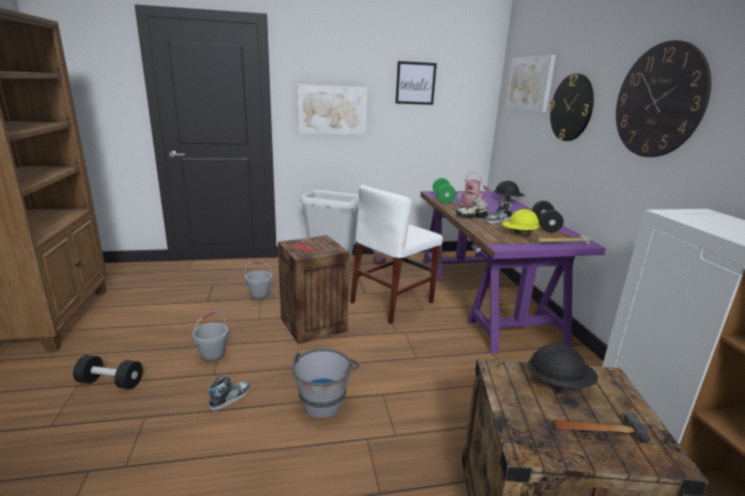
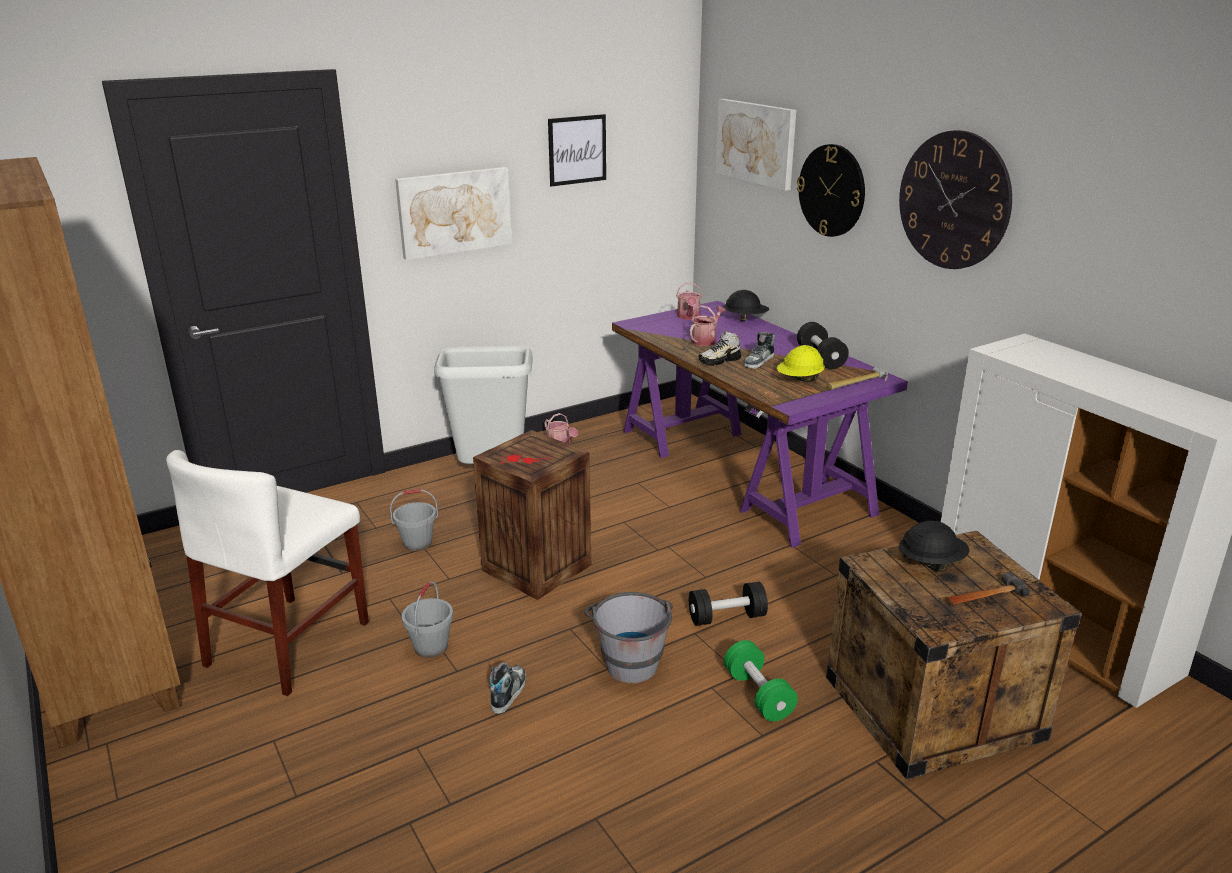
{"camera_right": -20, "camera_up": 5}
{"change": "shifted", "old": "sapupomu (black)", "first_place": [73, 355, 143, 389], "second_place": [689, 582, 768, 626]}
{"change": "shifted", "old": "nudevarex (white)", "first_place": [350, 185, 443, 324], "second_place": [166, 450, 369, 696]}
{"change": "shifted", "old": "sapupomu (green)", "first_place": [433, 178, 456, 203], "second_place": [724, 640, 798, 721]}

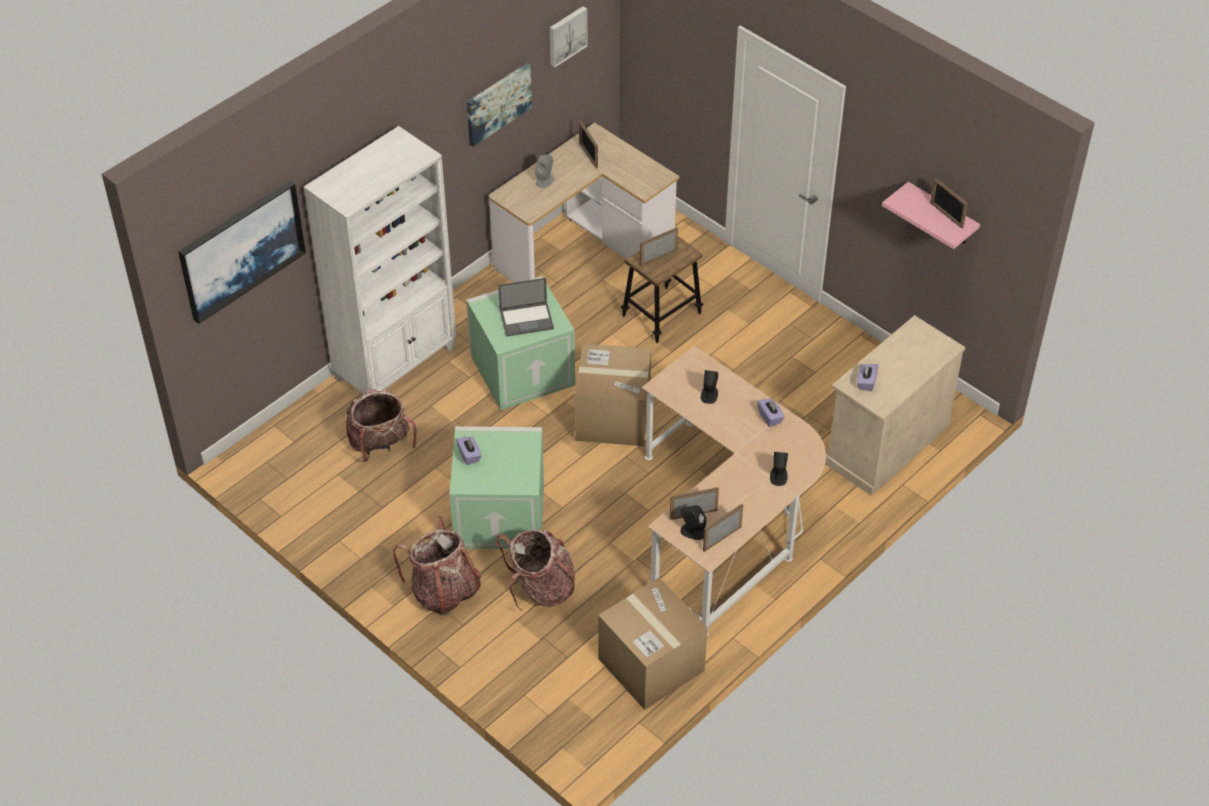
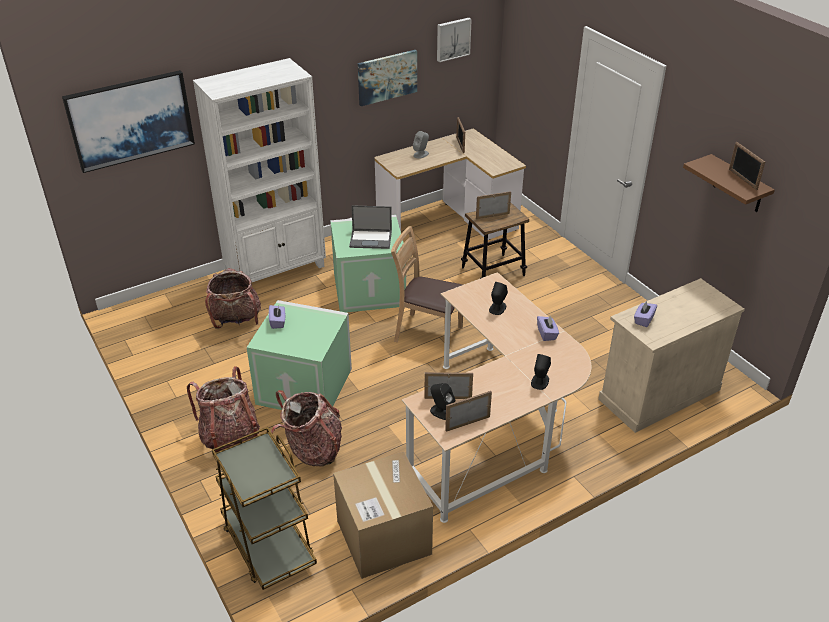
{"camera_right": 15, "camera_up": -10}
{"change": "new", "new": "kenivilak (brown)", "second_place": [212, 427, 317, 590]}
{"change": "swapped", "old": "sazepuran", "new": "nudevarex (brown)", "first_place": [575, 344, 651, 446], "second_place": [391, 226, 463, 352]}
{"change": "repainted", "old": "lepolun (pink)", "new": "lepolun (brown)", "first_place": [882, 182, 980, 249], "second_place": [683, 154, 775, 212]}

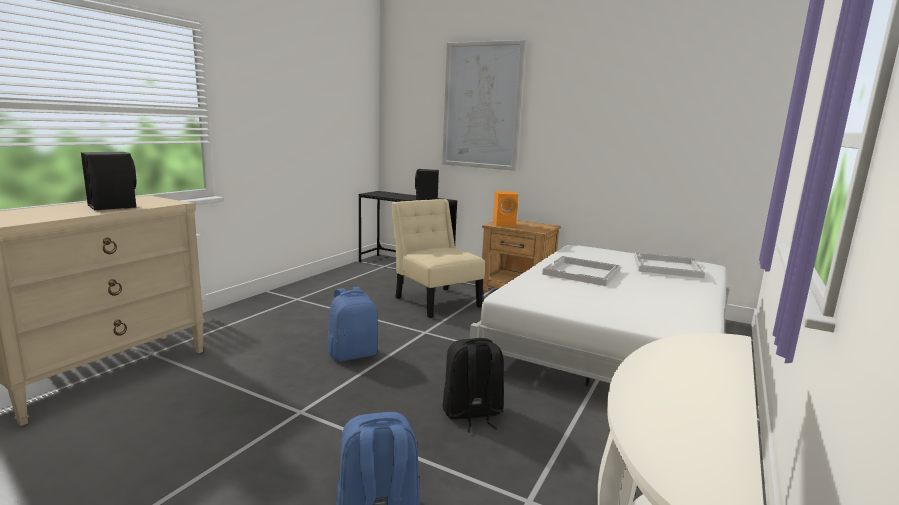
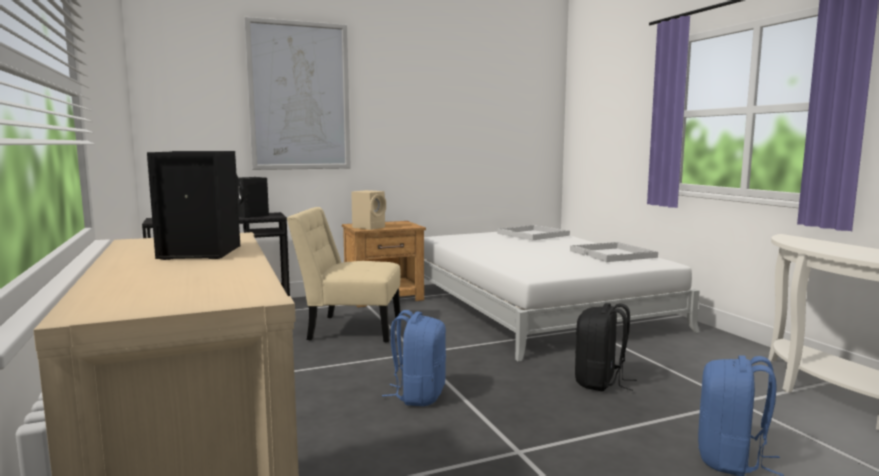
{"camera_right": -50, "camera_up": -5}
{"change": "shifted", "old": "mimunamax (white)", "first_place": [542, 256, 621, 286], "second_place": [570, 242, 658, 262]}
{"change": "repainted", "old": "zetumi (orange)", "new": "zetumi (beige)", "first_place": [493, 191, 518, 227], "second_place": [351, 190, 386, 230]}

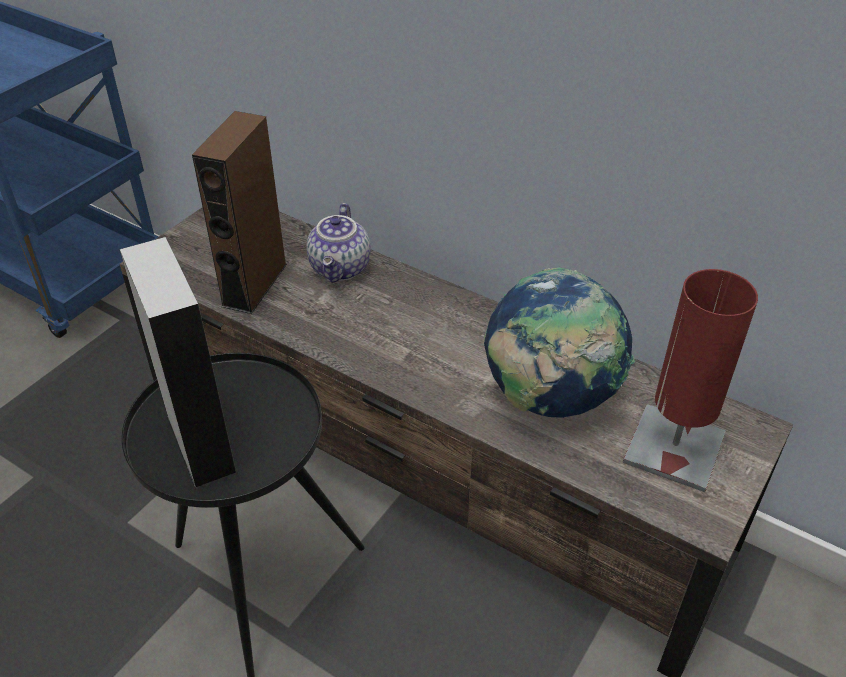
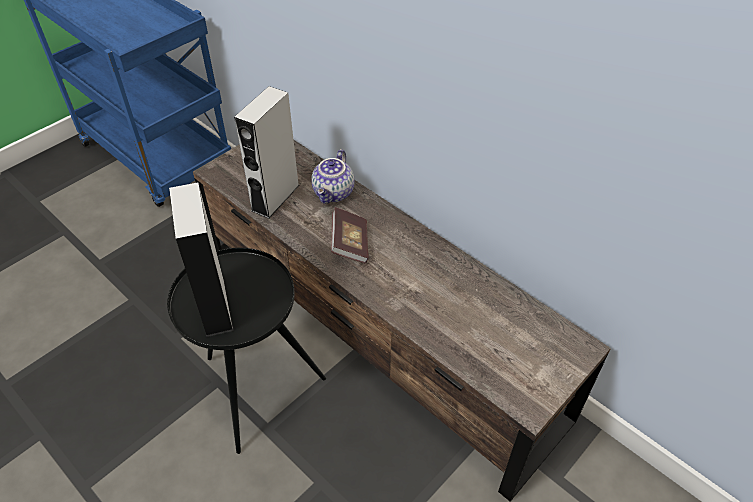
{"camera_right": 10, "camera_up": 5}
{"change": "gone", "old": "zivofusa", "first_place": [484, 267, 635, 418]}
{"change": "gone", "old": "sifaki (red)", "first_place": [623, 269, 758, 492]}
{"change": "new", "new": "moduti", "second_place": [331, 207, 369, 263]}
{"change": "repainted", "old": "zetumi (brown)", "new": "zetumi (grey)", "first_place": [192, 111, 287, 314], "second_place": [234, 86, 300, 219]}

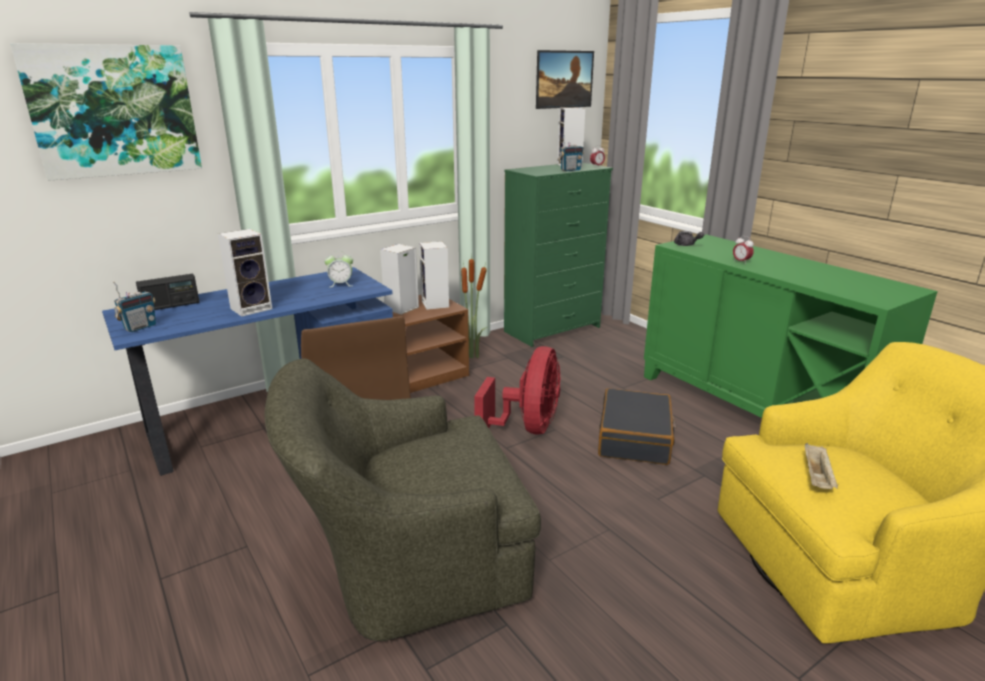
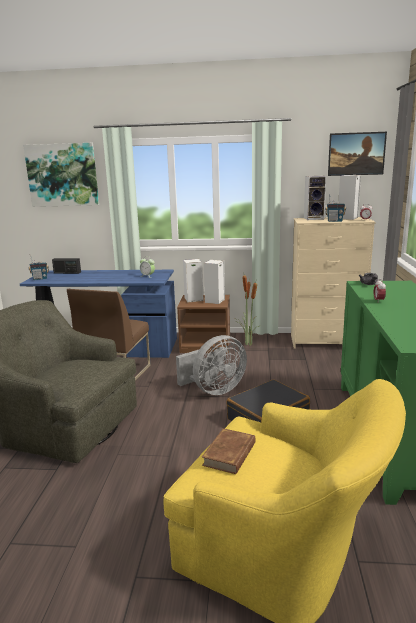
{"camera_right": 40, "camera_up": -5}
{"change": "shifted", "old": "zetumi", "first_place": [218, 229, 272, 317], "second_place": [304, 176, 326, 220]}
{"change": "swapped", "old": "mimunamax (beige)", "new": "moduti (brown)", "first_place": [805, 443, 838, 489], "second_place": [202, 428, 256, 474]}
{"change": "repainted", "old": "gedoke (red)", "new": "gedoke (grey)", "first_place": [474, 346, 560, 434], "second_place": [176, 335, 247, 395]}
{"change": "repainted", "old": "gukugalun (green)", "new": "gukugalun (beige)", "first_place": [504, 163, 613, 347], "second_place": [291, 217, 376, 349]}

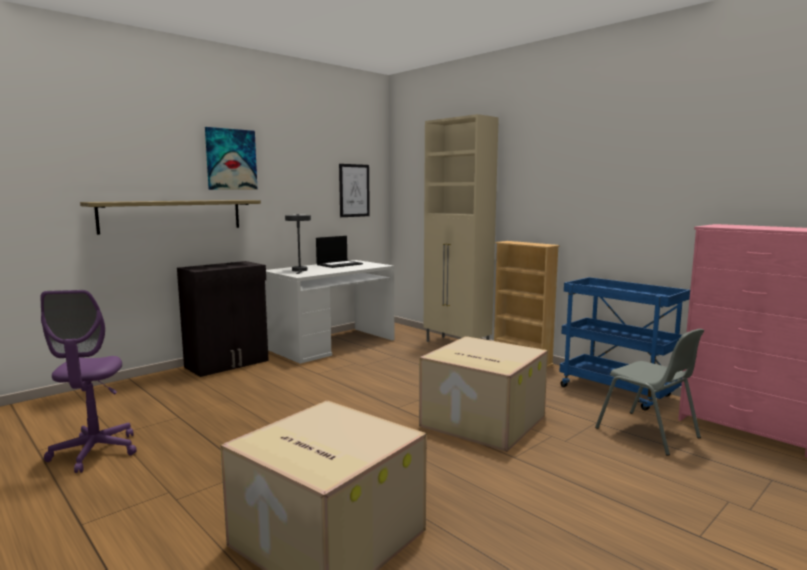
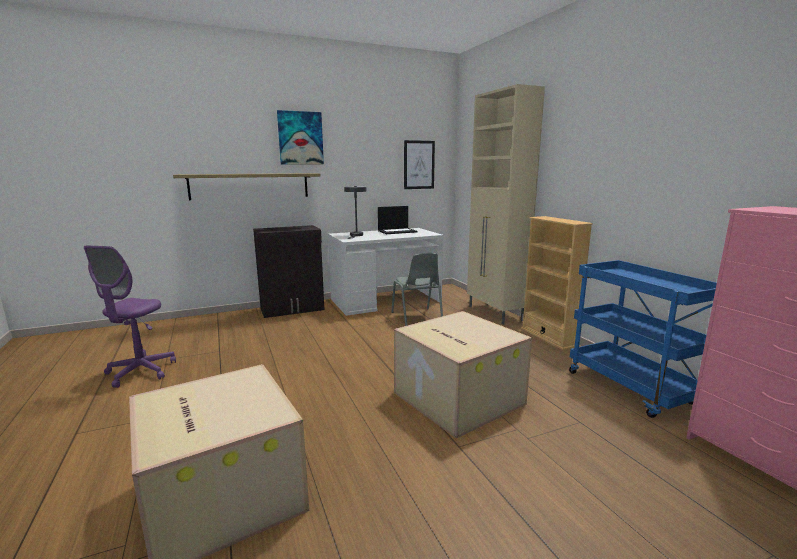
{"camera_right": 20, "camera_up": 5}
{"change": "shifted", "old": "nudevarex (grey)", "first_place": [595, 329, 704, 456], "second_place": [391, 253, 443, 326]}

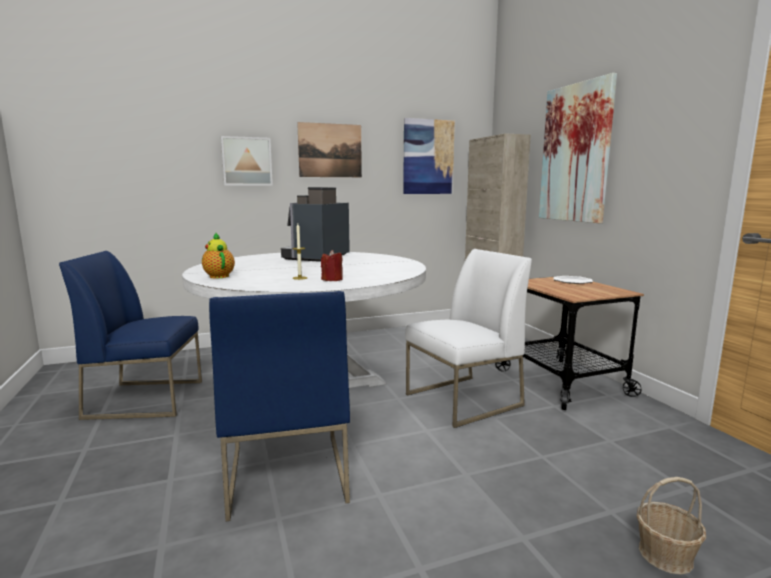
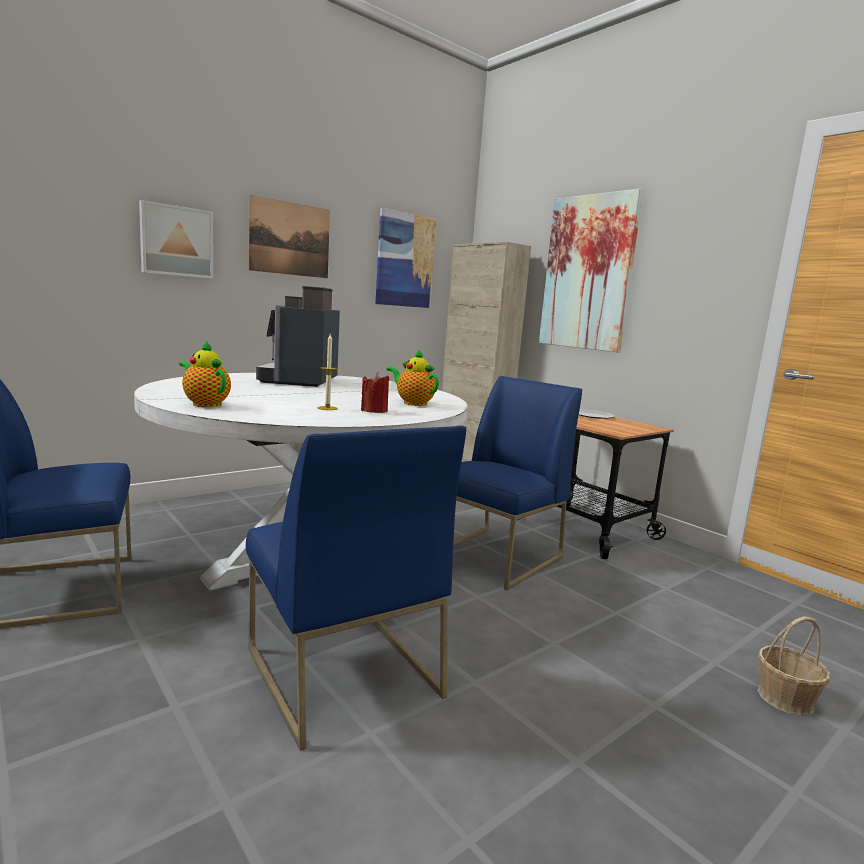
{"camera_right": -20, "camera_up": 0}
{"change": "new", "new": "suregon", "second_place": [387, 349, 439, 406]}
{"change": "repainted", "old": "nudevarex (white)", "new": "nudevarex (blue)", "first_place": [405, 249, 532, 428], "second_place": [453, 376, 582, 590]}

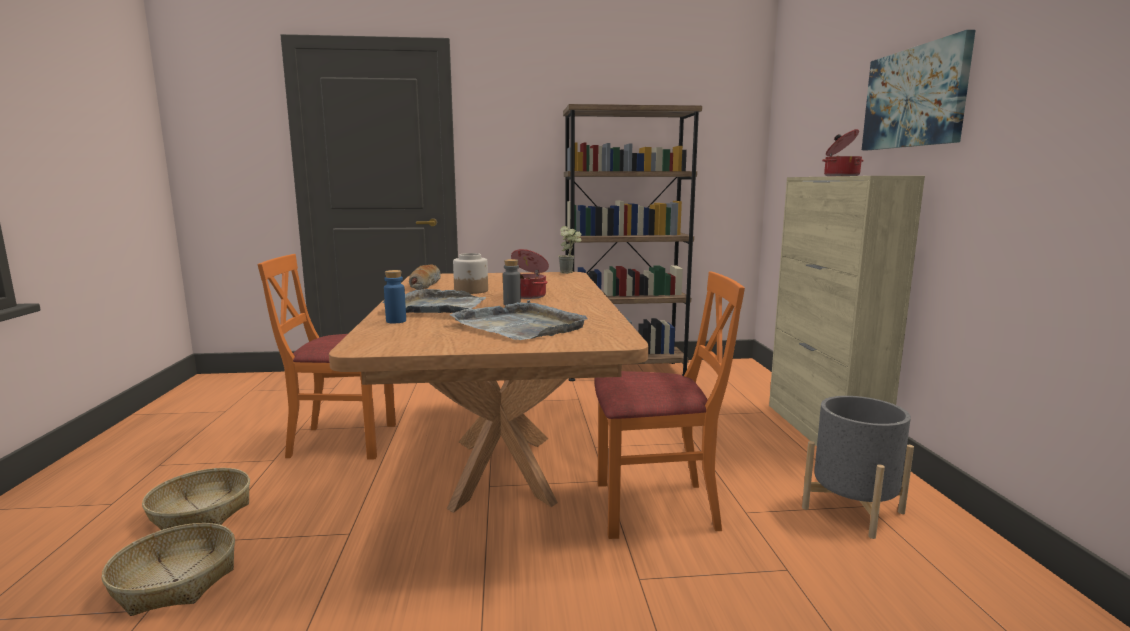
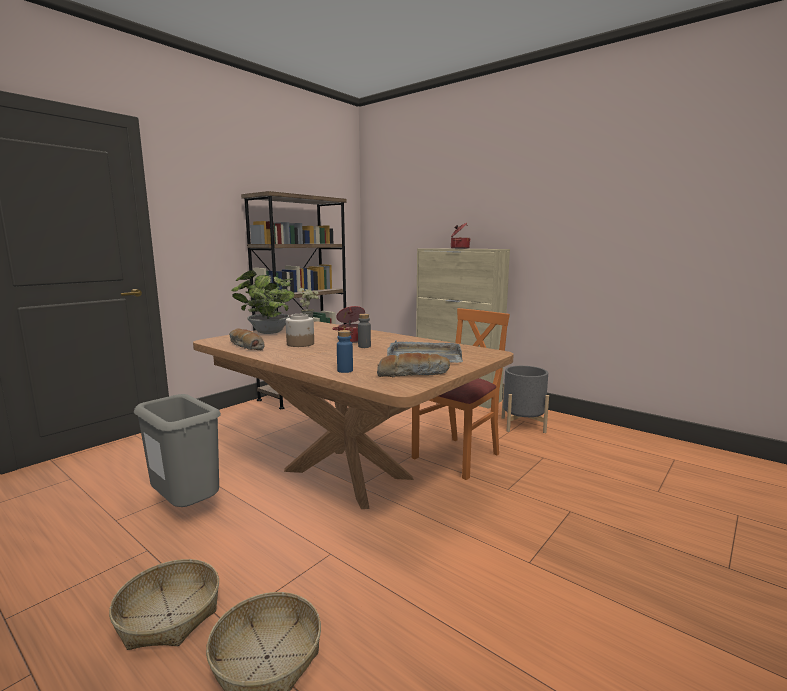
{"camera_right": -45, "camera_up": 0}
{"change": "gone", "old": "mimunamax (grey)", "first_place": [382, 289, 486, 313]}
{"change": "gone", "old": "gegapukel", "first_place": [862, 30, 976, 150]}
{"change": "new", "new": "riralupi", "second_place": [231, 270, 295, 334]}
{"change": "new", "new": "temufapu", "second_place": [377, 353, 450, 377]}
{"change": "swapped", "old": "nudevarex (orange)", "new": "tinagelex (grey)", "first_place": [258, 254, 396, 460], "second_place": [134, 394, 221, 507]}

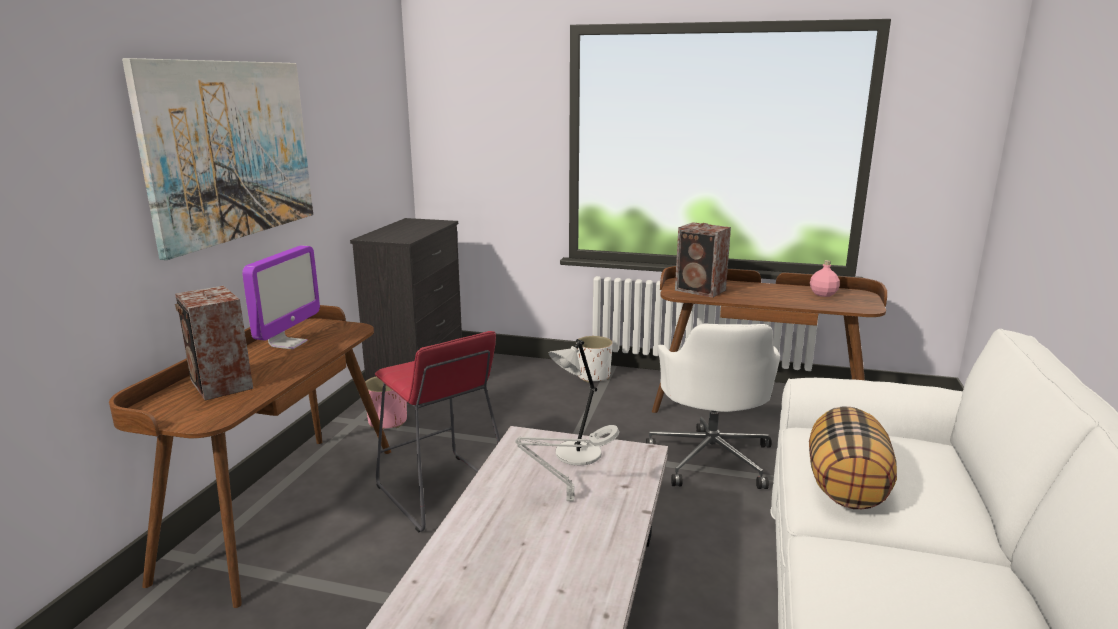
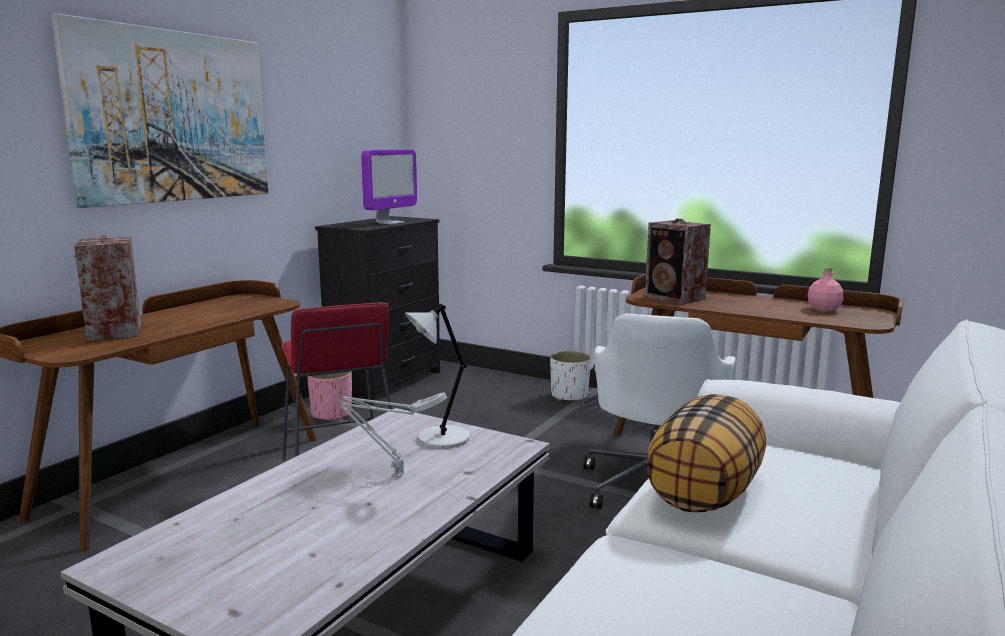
{"camera_right": 15, "camera_up": -5}
{"change": "shifted", "old": "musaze", "first_place": [242, 245, 320, 349], "second_place": [361, 149, 417, 224]}

